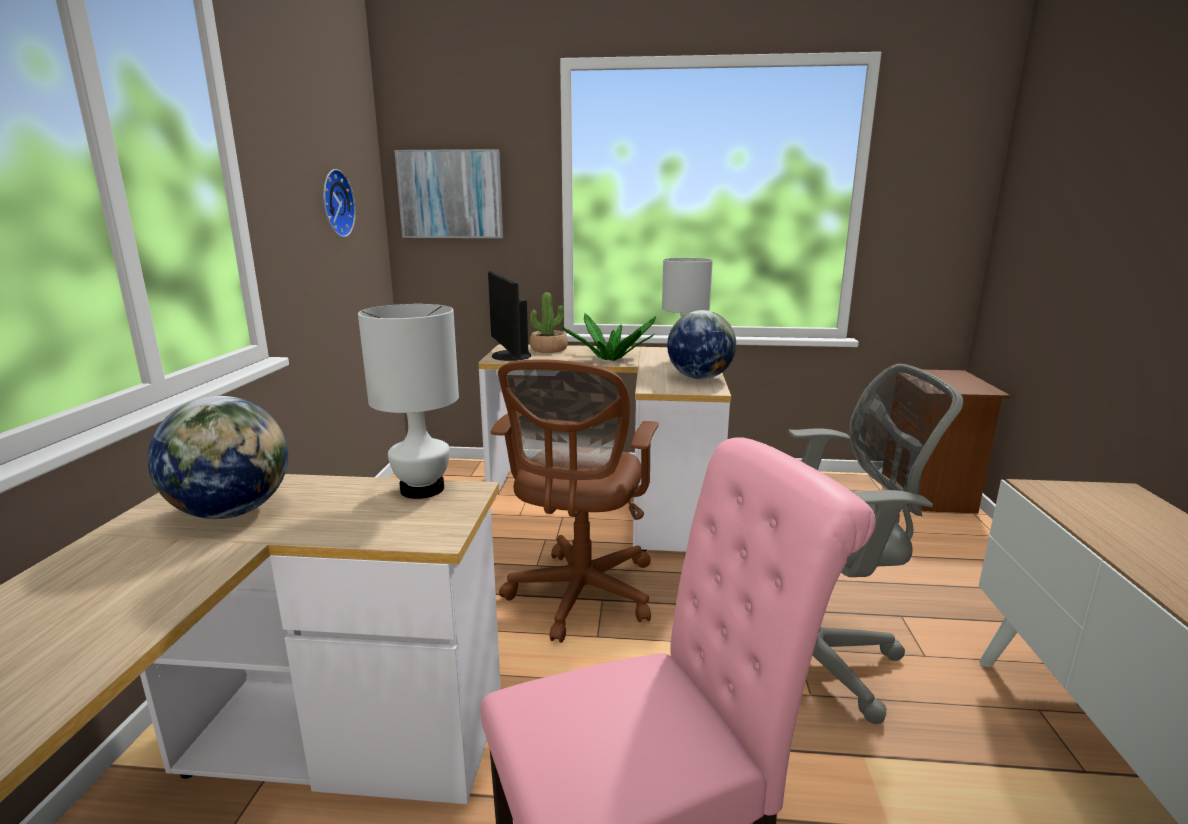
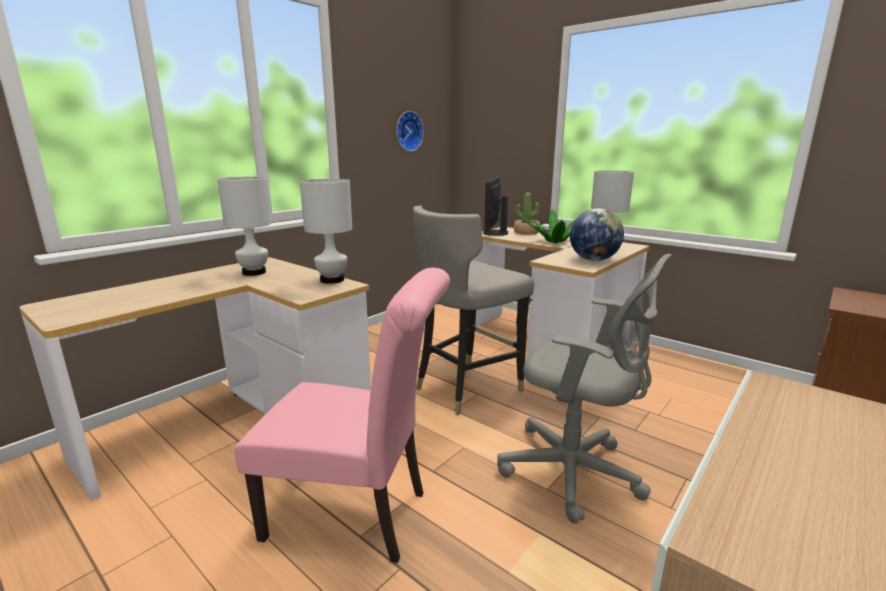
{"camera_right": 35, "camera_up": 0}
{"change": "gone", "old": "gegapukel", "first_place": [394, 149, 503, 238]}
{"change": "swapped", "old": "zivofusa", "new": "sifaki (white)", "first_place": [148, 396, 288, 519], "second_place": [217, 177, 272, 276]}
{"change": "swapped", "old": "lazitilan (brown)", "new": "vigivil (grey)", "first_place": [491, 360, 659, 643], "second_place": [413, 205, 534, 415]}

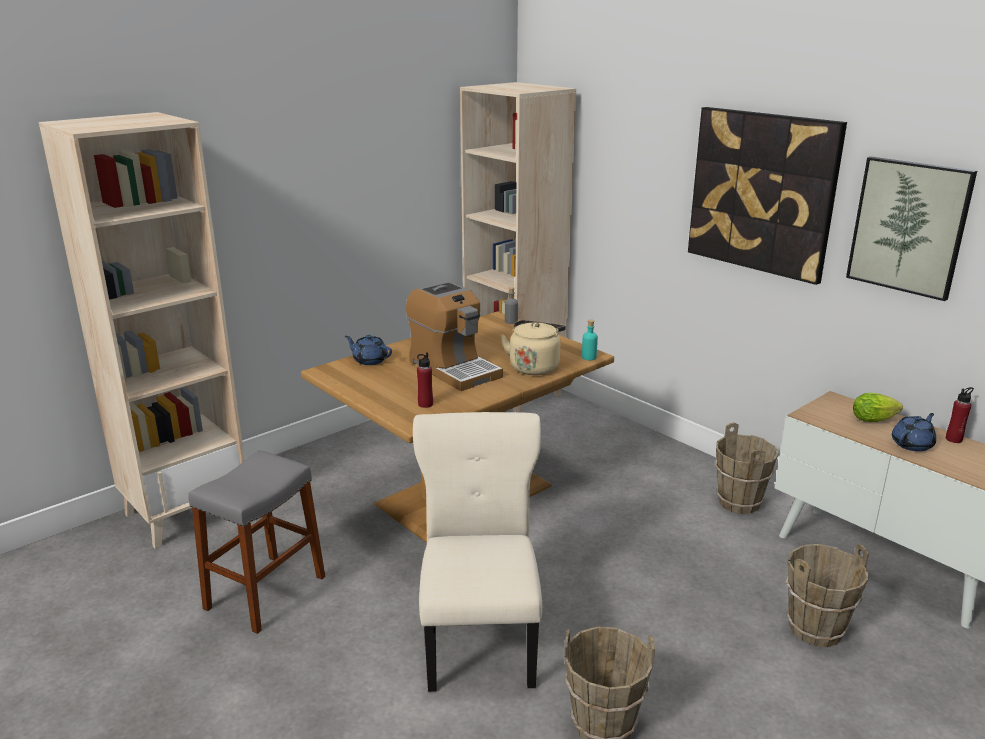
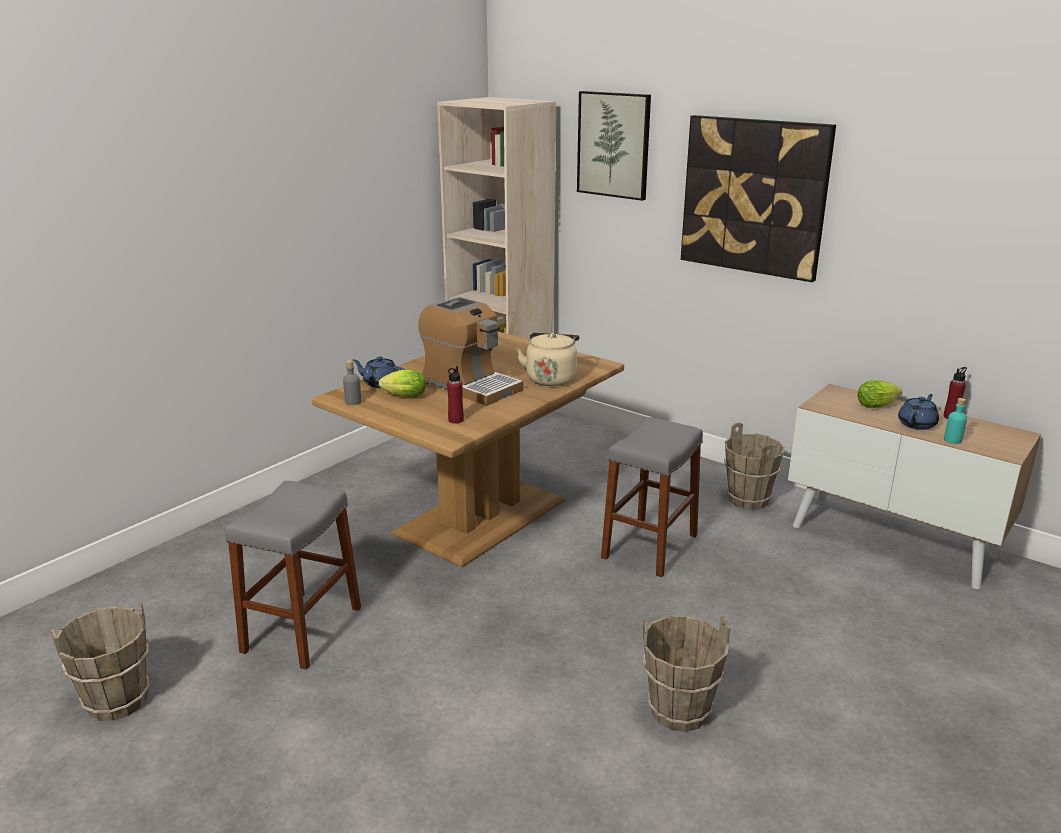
{"camera_right": -10, "camera_up": 0}
{"change": "gone", "old": "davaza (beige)", "first_place": [39, 112, 245, 549]}
{"change": "gone", "old": "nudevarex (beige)", "first_place": [413, 412, 542, 692]}
{"change": "new", "new": "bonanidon", "second_place": [379, 369, 426, 397]}
{"change": "new", "new": "vigivil (grey)", "second_place": [601, 417, 703, 577]}
{"change": "shifted", "old": "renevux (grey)", "first_place": [505, 287, 518, 324], "second_place": [343, 360, 362, 405]}
{"change": "shifted", "old": "renevux (turquoise)", "first_place": [582, 320, 598, 360], "second_place": [944, 398, 967, 444]}
{"change": "shifted", "old": "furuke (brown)", "first_place": [786, 544, 869, 647], "second_place": [50, 603, 149, 721]}
{"change": "shifted", "old": "gegapukel", "first_place": [846, 157, 977, 301], "second_place": [577, 91, 651, 201]}

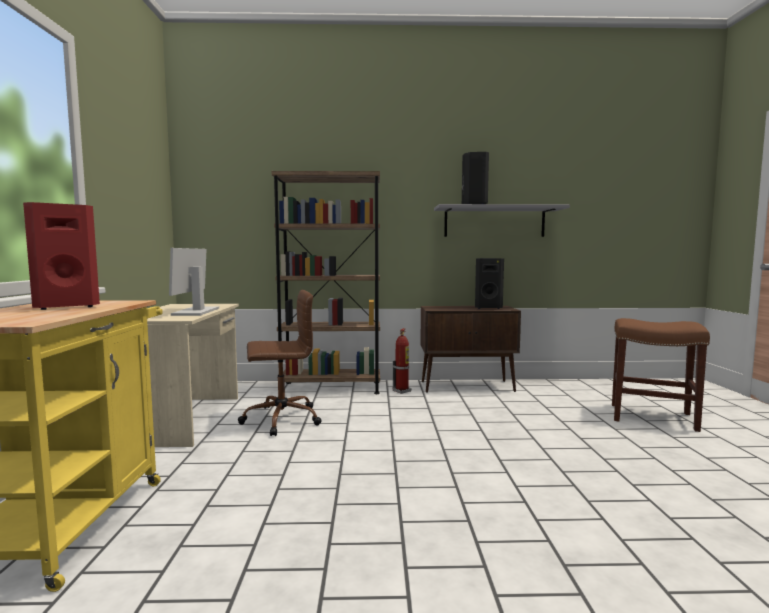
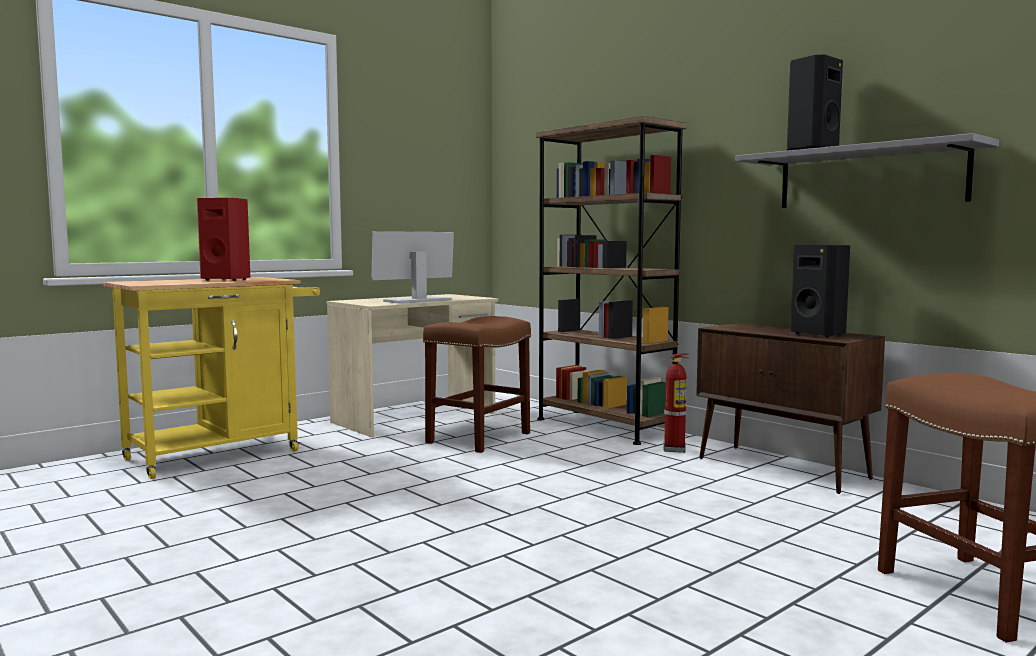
{"camera_right": 50, "camera_up": 0}
{"change": "swapped", "old": "lazitilan (brown)", "new": "vigivil (brown)", "first_place": [238, 290, 321, 436], "second_place": [423, 316, 531, 453]}

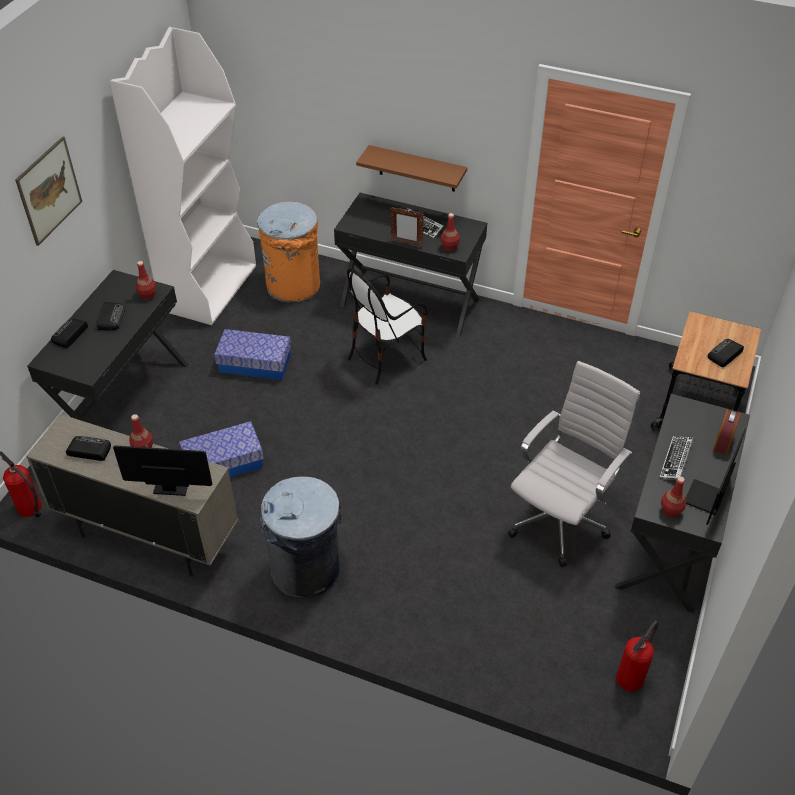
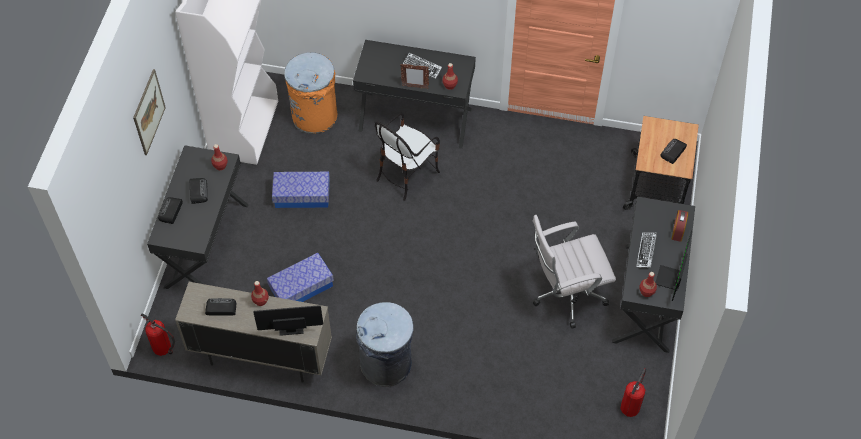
{"camera_right": -10, "camera_up": 10}
{"change": "gone", "old": "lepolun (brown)", "first_place": [356, 145, 467, 192]}
{"change": "rotated", "old": "lazitilan (white)", "first_place": [508, 361, 640, 567], "second_place": [532, 215, 616, 329], "degrees": -135}

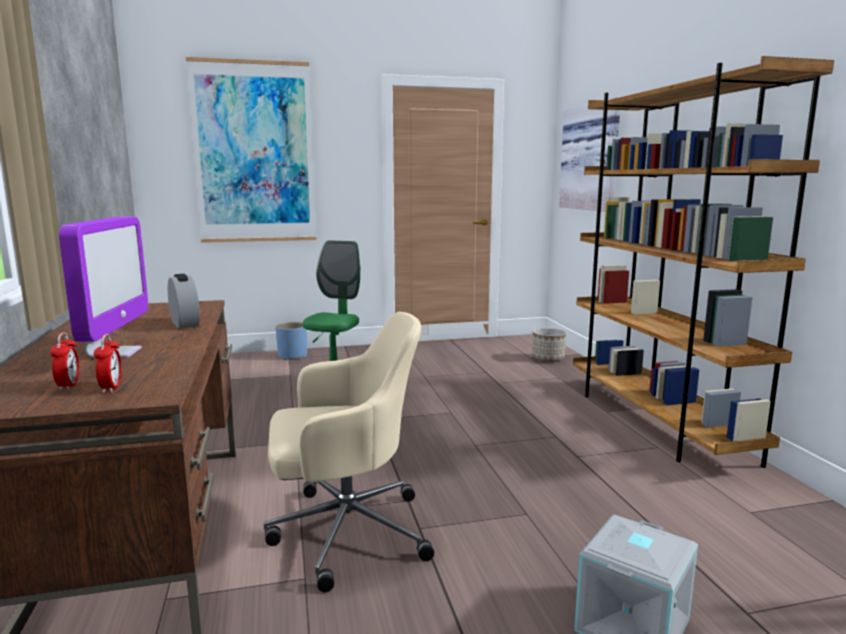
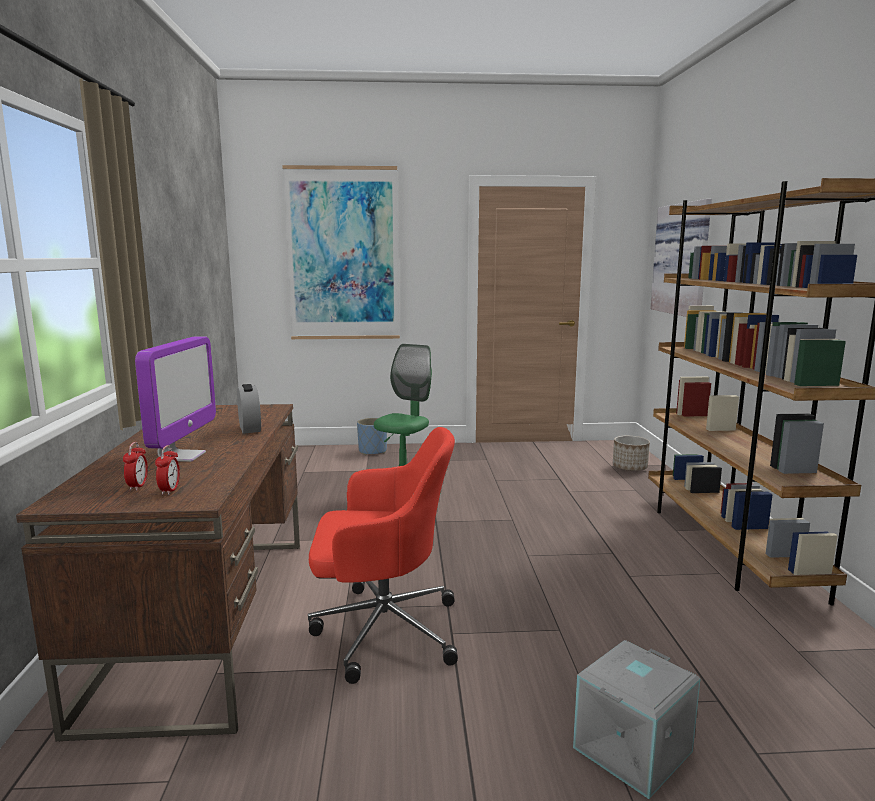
{"camera_right": 10, "camera_up": 0}
{"change": "repainted", "old": "lazitilan (beige)", "new": "lazitilan (red)", "first_place": [264, 312, 434, 592], "second_place": [308, 427, 458, 684]}

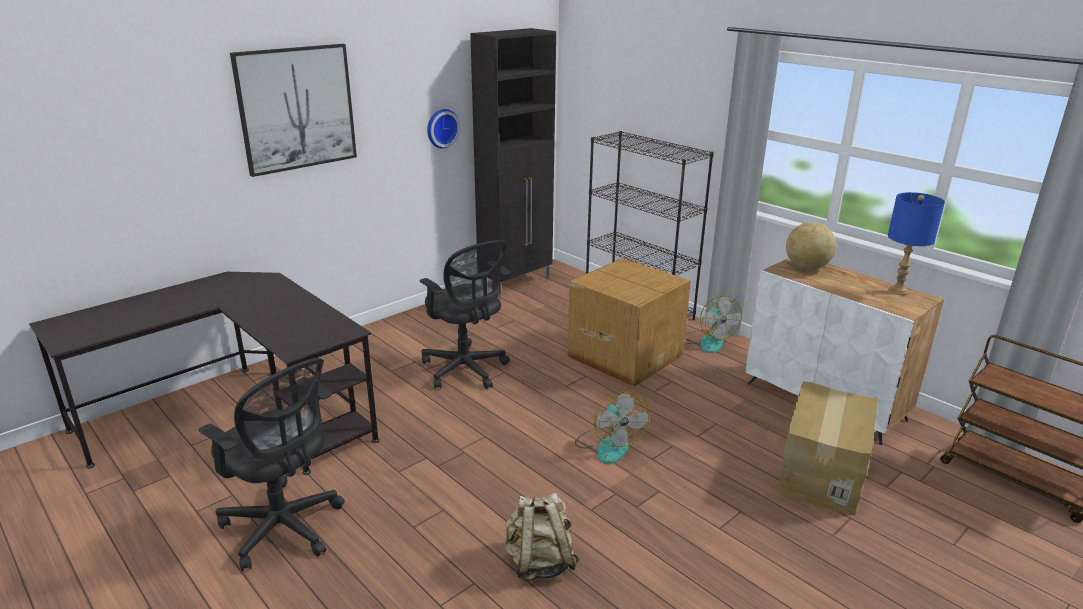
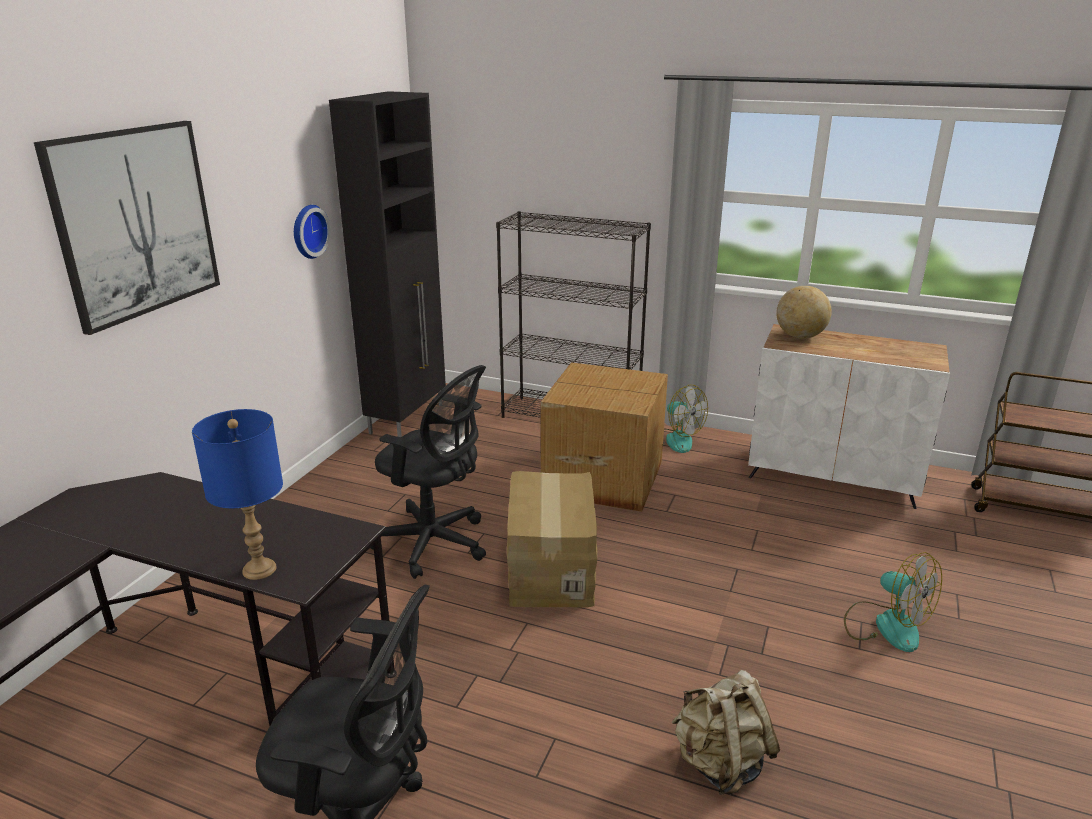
{"camera_right": -25, "camera_up": 0}
{"change": "shifted", "old": "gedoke", "first_place": [575, 391, 649, 464], "second_place": [844, 552, 942, 652]}
{"change": "shifted", "old": "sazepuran", "first_place": [777, 381, 878, 516], "second_place": [507, 471, 597, 607]}
{"change": "shifted", "old": "sifaki (blue)", "first_place": [888, 192, 945, 295], "second_place": [192, 409, 283, 580]}

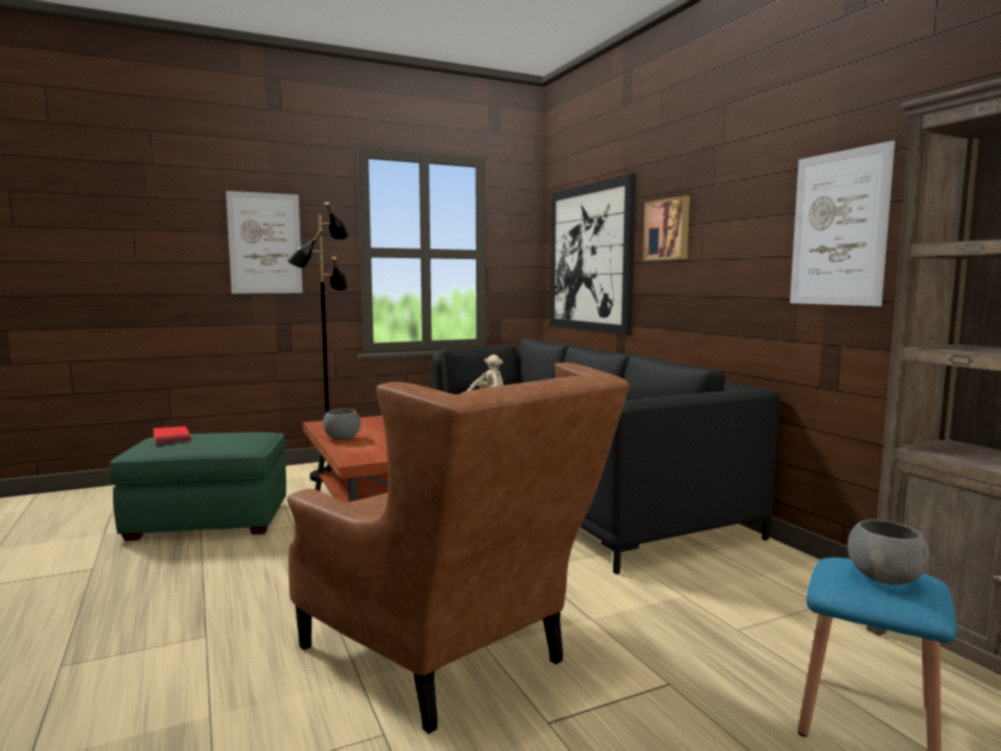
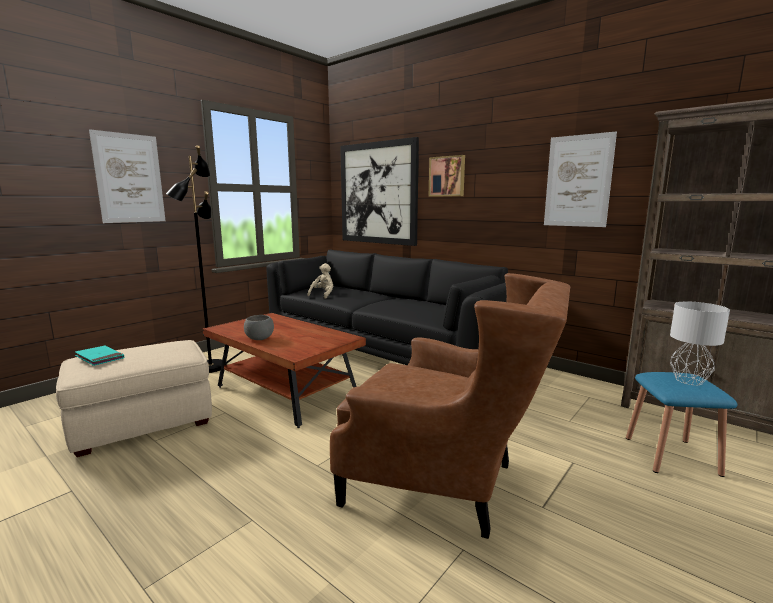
{"camera_right": -25, "camera_up": 5}
{"change": "swapped", "old": "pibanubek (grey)", "new": "sifaki (grey)", "first_place": [848, 519, 930, 585], "second_place": [670, 302, 730, 385]}
{"change": "repainted", "old": "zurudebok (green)", "new": "zurudebok (beige)", "first_place": [110, 432, 286, 541], "second_place": [56, 340, 212, 457]}
{"change": "repainted", "old": "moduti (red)", "new": "moduti (turquoise)", "first_place": [153, 426, 191, 444], "second_place": [75, 346, 124, 366]}

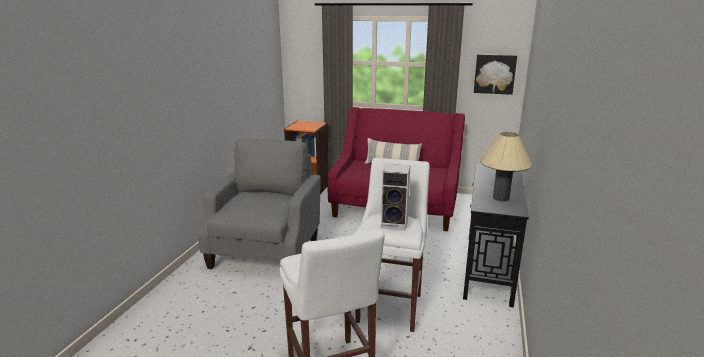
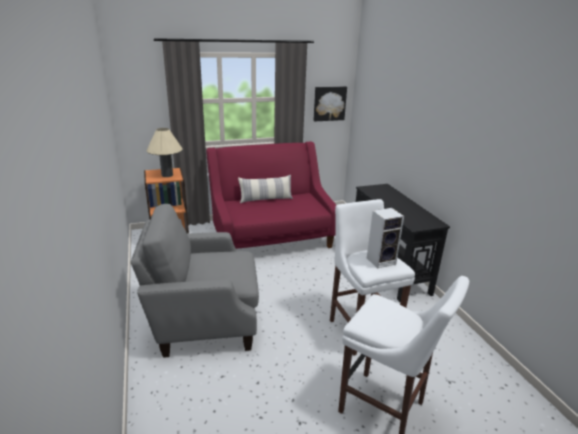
{"camera_right": -35, "camera_up": 5}
{"change": "shifted", "old": "sifaki (beige)", "first_place": [480, 132, 532, 201], "second_place": [147, 128, 182, 177]}
{"change": "rotated", "old": "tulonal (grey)", "first_place": [198, 138, 321, 269], "second_place": [131, 204, 259, 358], "degrees": -75}

